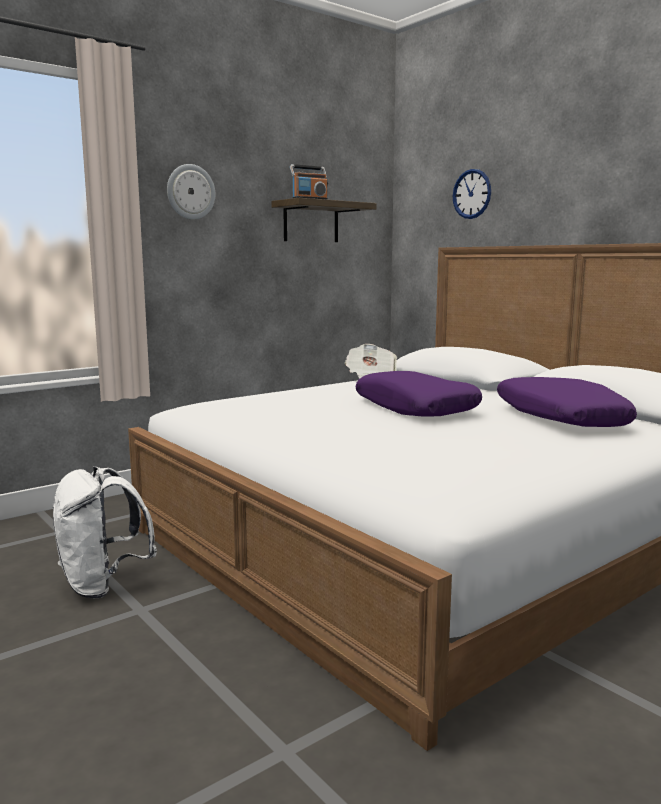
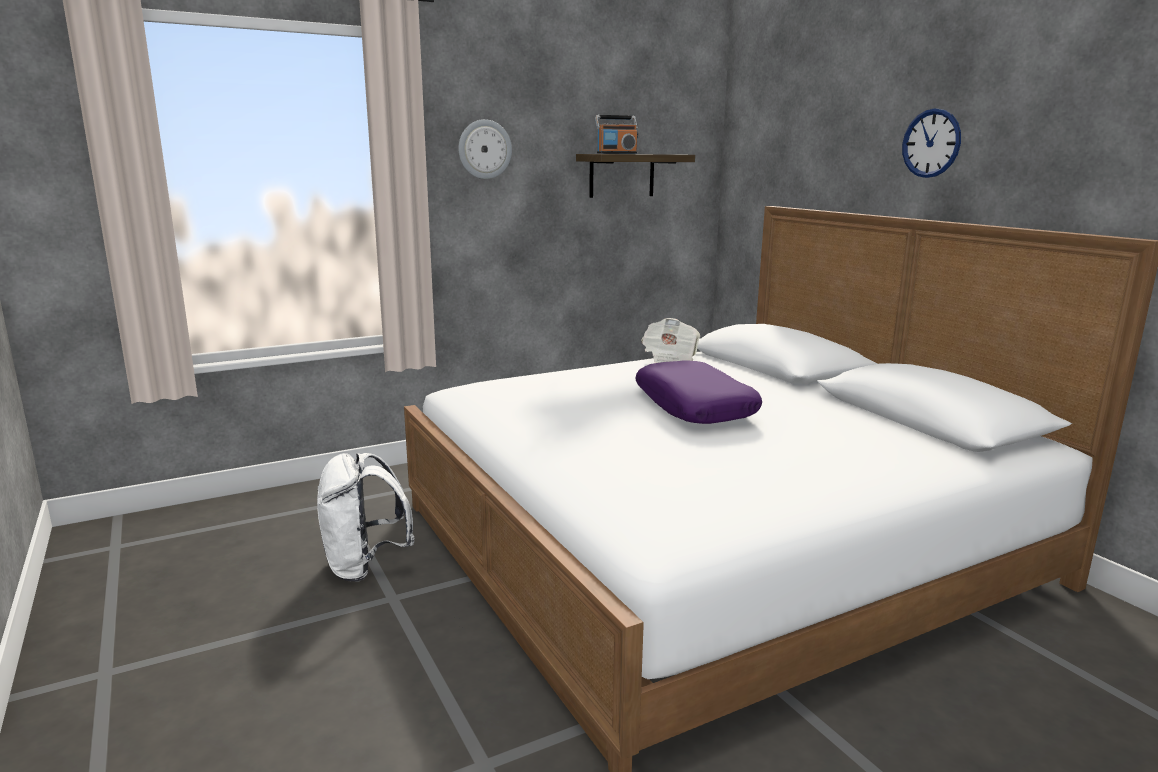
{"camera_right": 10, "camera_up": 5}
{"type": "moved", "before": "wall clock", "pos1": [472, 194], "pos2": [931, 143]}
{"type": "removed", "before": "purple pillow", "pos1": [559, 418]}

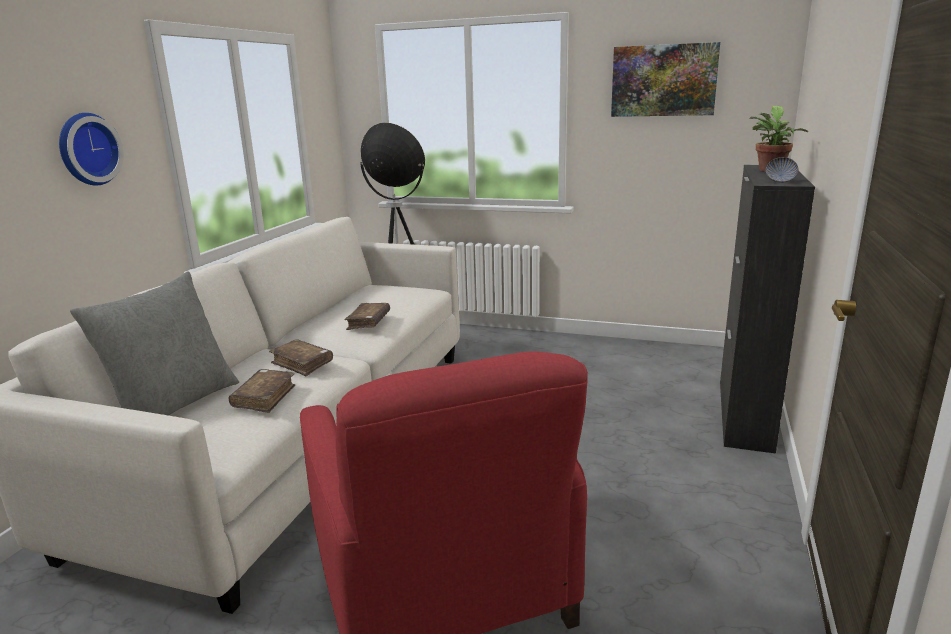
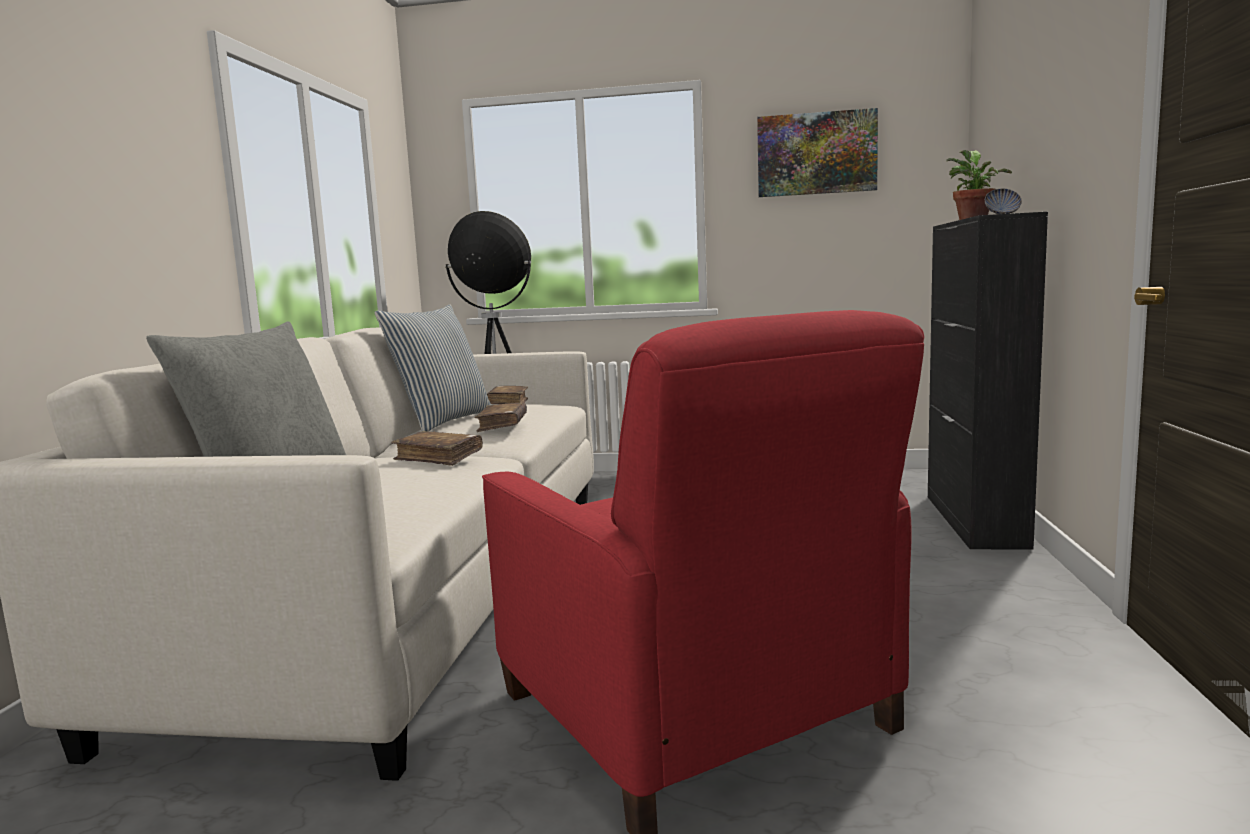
{"camera_right": -10, "camera_up": -10}
{"type": "removed", "before": "wall clock", "pos1": [86, 149]}
{"type": "moved", "before": "brown book", "pos1": [264, 398], "pos2": [508, 403]}
{"type": "added", "after": "pillow", "pos2": [442, 422]}

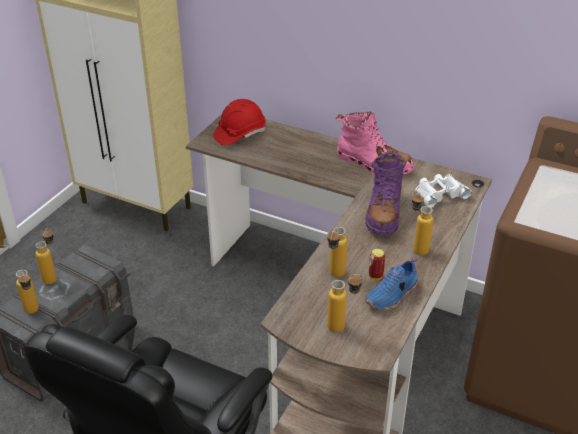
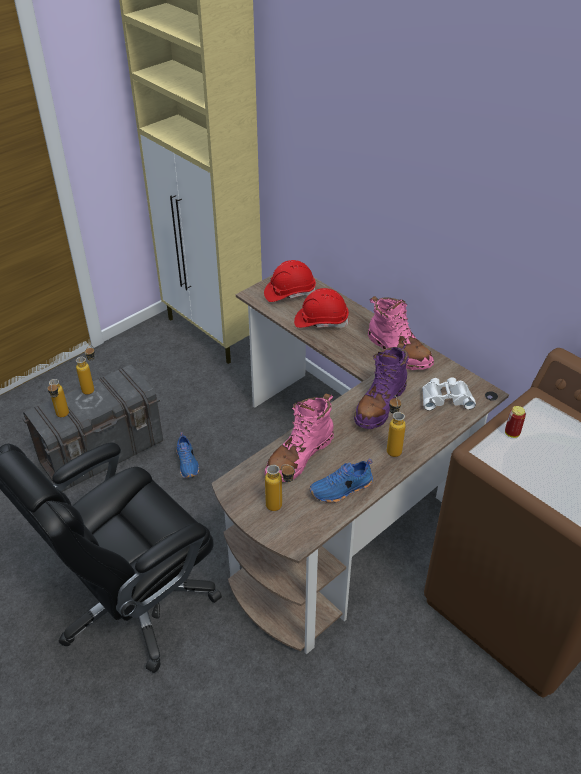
{"camera_right": 20, "camera_up": 5}
{"type": "replaced", "before": "bottle", "after": "pink boot", "pos1": [334, 276], "pos2": [299, 456]}
{"type": "moved", "before": "can", "pos1": [375, 276], "pos2": [512, 433]}
{"type": "added", "after": "blue shoe", "pos2": [188, 463]}
{"type": "added", "after": "red hard hat", "pos2": [321, 321]}

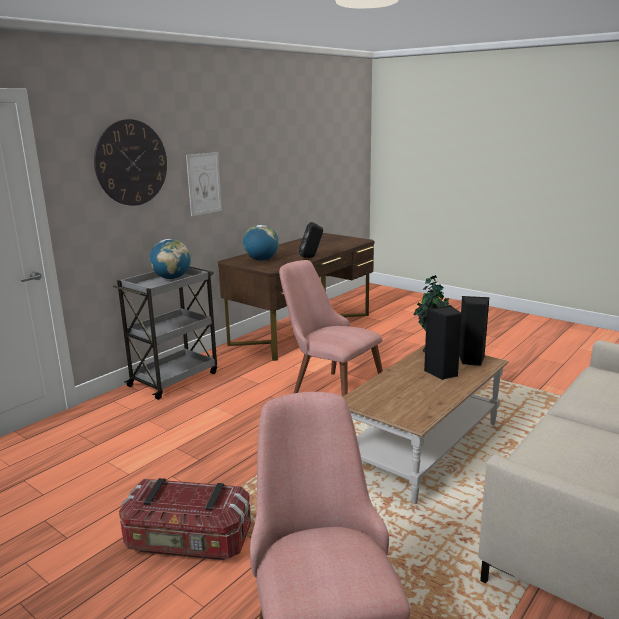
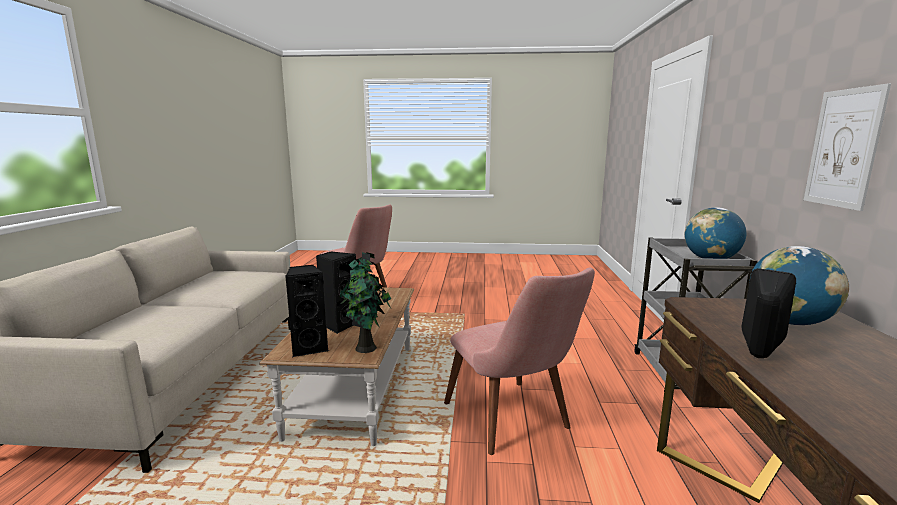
{"camera_right": 145, "camera_up": -5}
{"type": "removed", "before": "wall clock", "pos1": [131, 163]}
{"type": "removed", "before": "storage box", "pos1": [188, 542]}
{"type": "turned", "before": "pink chair", "pos1": [329, 389], "pos2": [515, 423], "turn": 60}

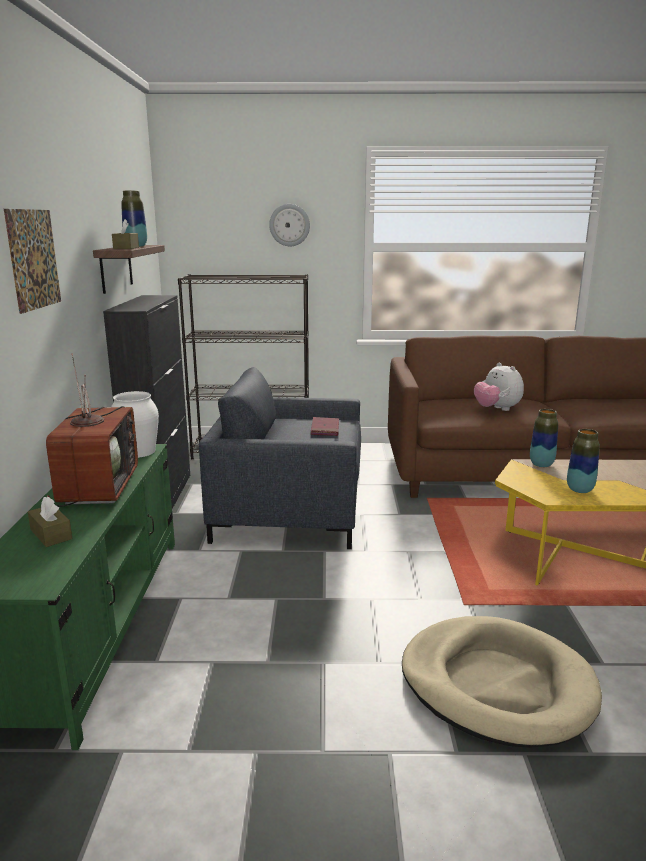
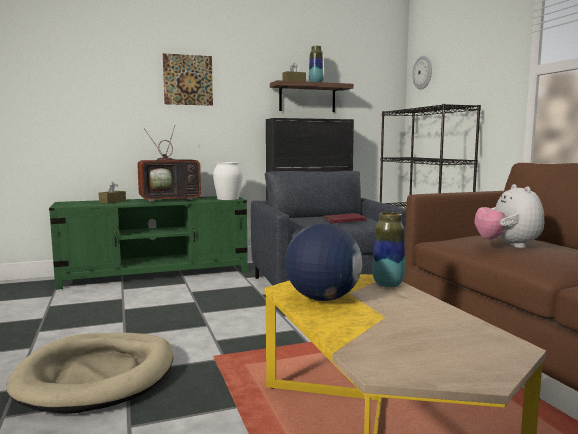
{"camera_right": 70, "camera_up": -10}
{"type": "moved", "before": "wall clock", "pos1": [289, 225], "pos2": [423, 72]}
{"type": "turned", "before": "plush toy", "pos1": [496, 409], "pos2": [507, 246], "turn": -45}
{"type": "replaced", "before": "vase", "after": "globe", "pos1": [579, 490], "pos2": [322, 299]}

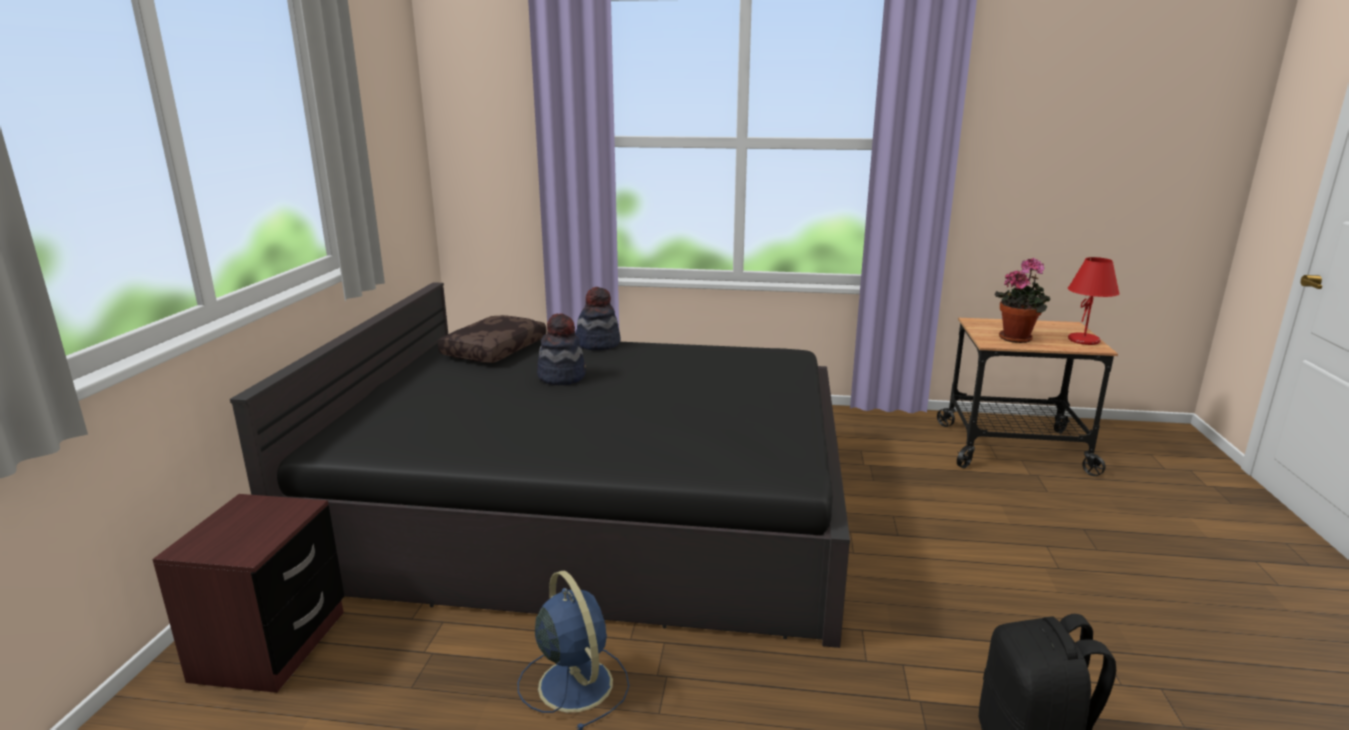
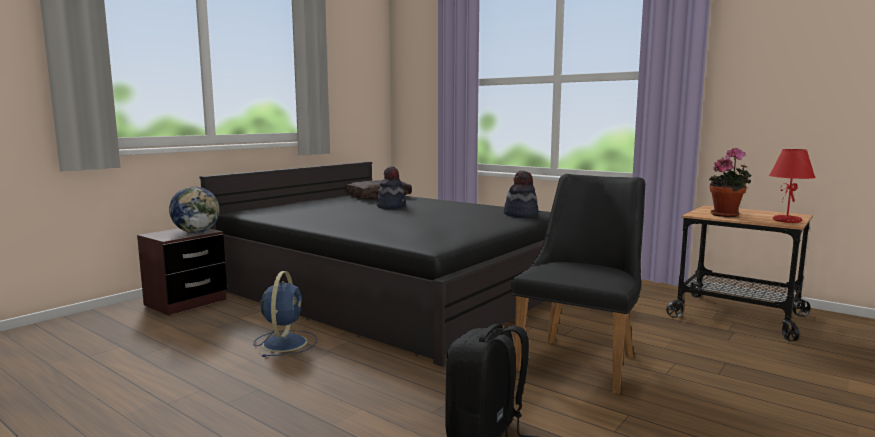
{"camera_right": 30, "camera_up": -10}
{"type": "moved", "before": "hat", "pos1": [597, 344], "pos2": [520, 214]}
{"type": "added", "after": "globe", "pos2": [196, 232]}
{"type": "added", "after": "black chair", "pos2": [581, 359]}

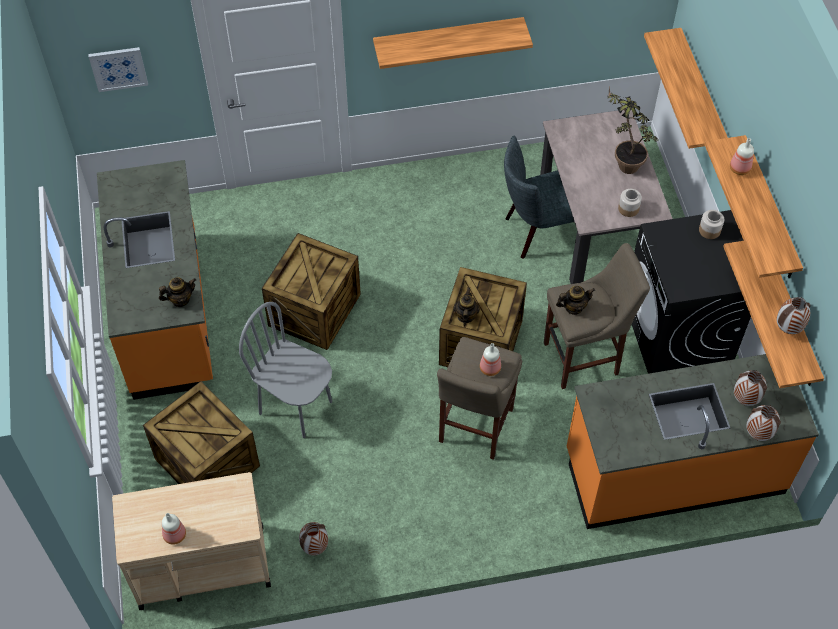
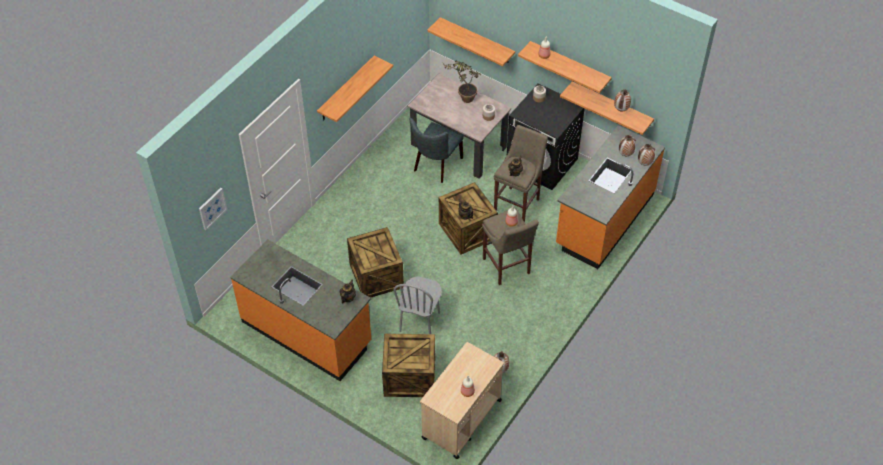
{"camera_right": -45, "camera_up": -5}
{"type": "turned", "before": "grey chair", "pos1": [296, 407], "pos2": [420, 322], "turn": -60}

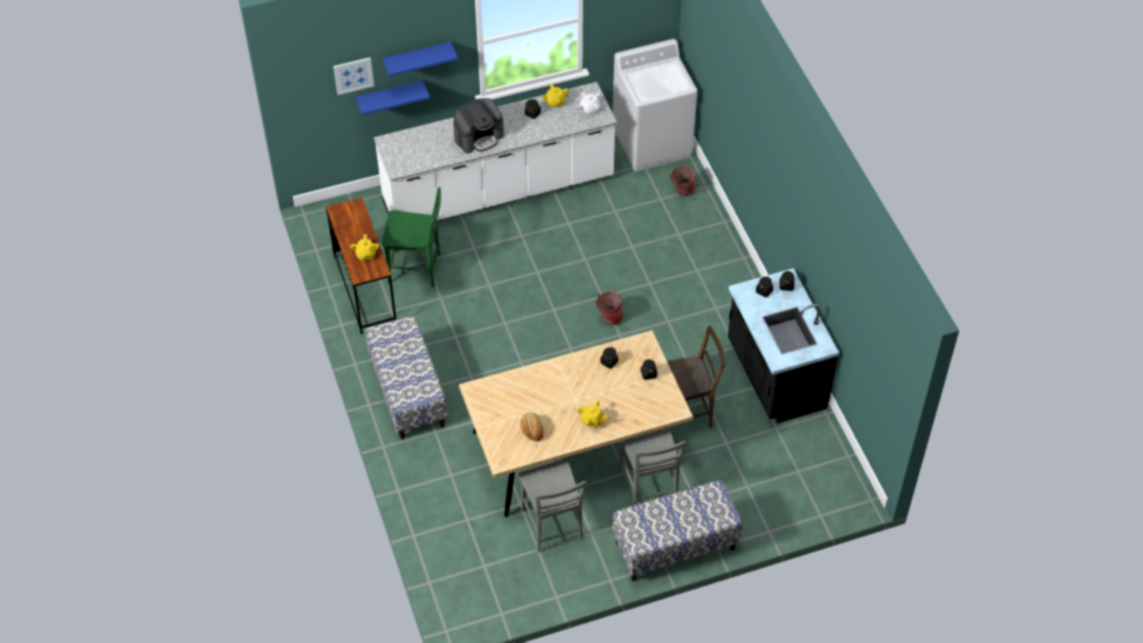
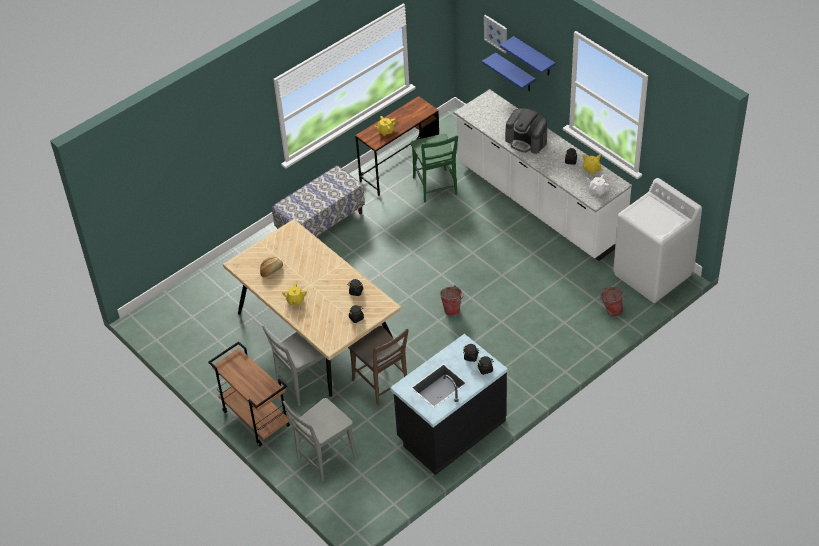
{"camera_right": 70, "camera_up": -5}
{"type": "moved", "before": "grey chair", "pos1": [553, 527], "pos2": [323, 458]}
{"type": "replaced", "before": "bench", "after": "brown cart", "pos1": [675, 546], "pos2": [255, 418]}

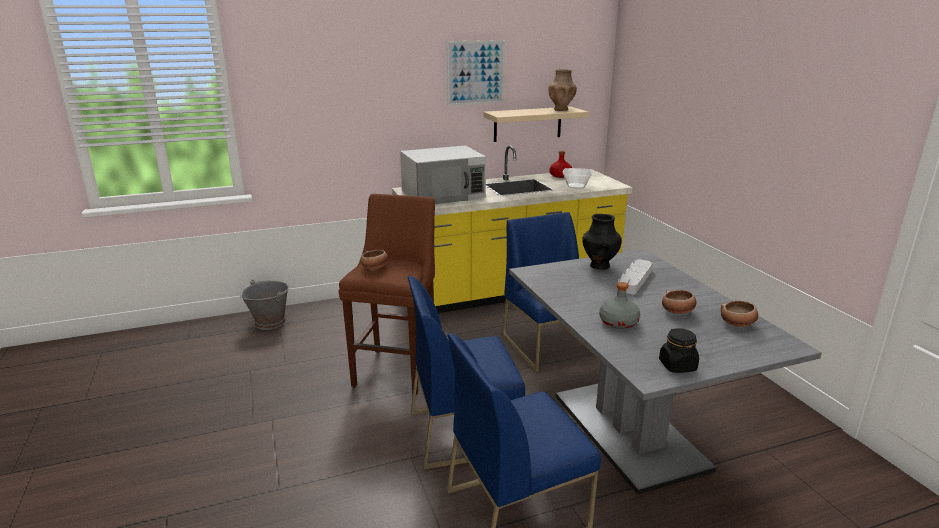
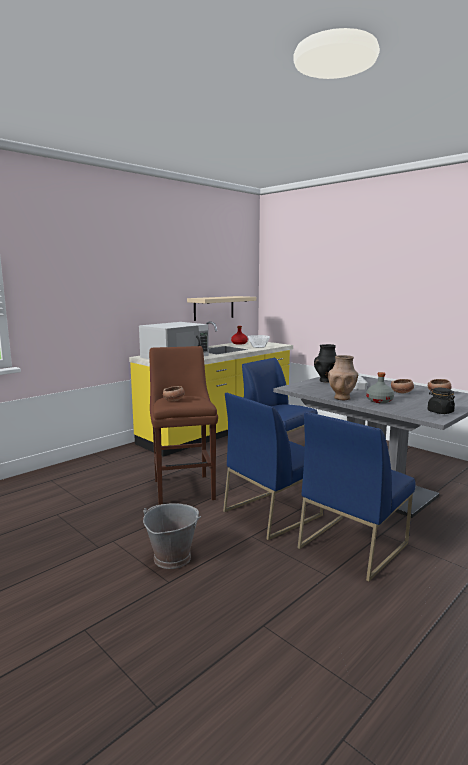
{"camera_right": -25, "camera_up": -10}
{"type": "moved", "before": "grey bucket", "pos1": [270, 322], "pos2": [172, 557]}
{"type": "removed", "before": "picture", "pos1": [476, 72]}
{"type": "moved", "before": "brown vase", "pos1": [561, 109], "pos2": [342, 398]}

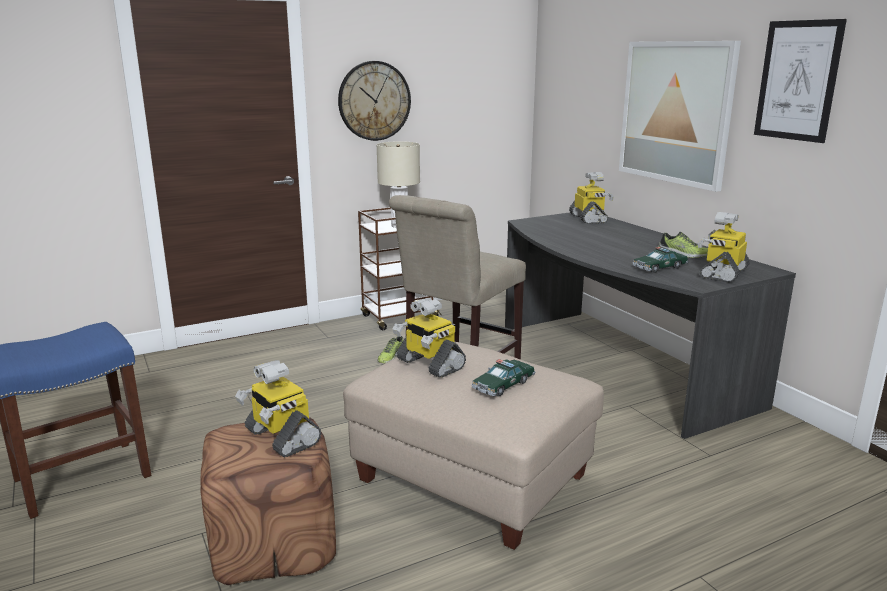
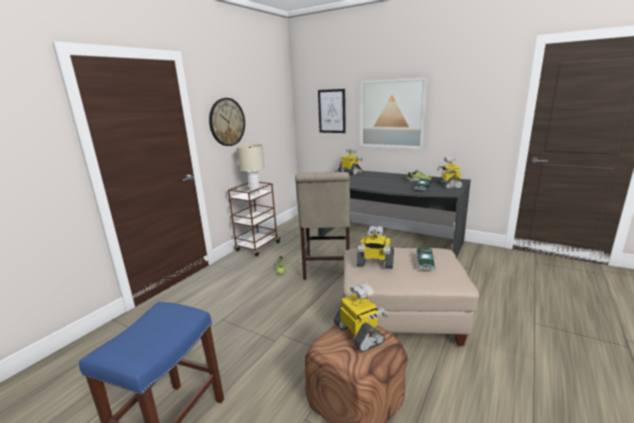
{"camera_right": -30, "camera_up": 0}
{"type": "turned", "before": "toy robot", "pos1": [281, 437], "pos2": [359, 334], "turn": -135}
{"type": "moved", "before": "picture", "pos1": [797, 81], "pos2": [331, 111]}

